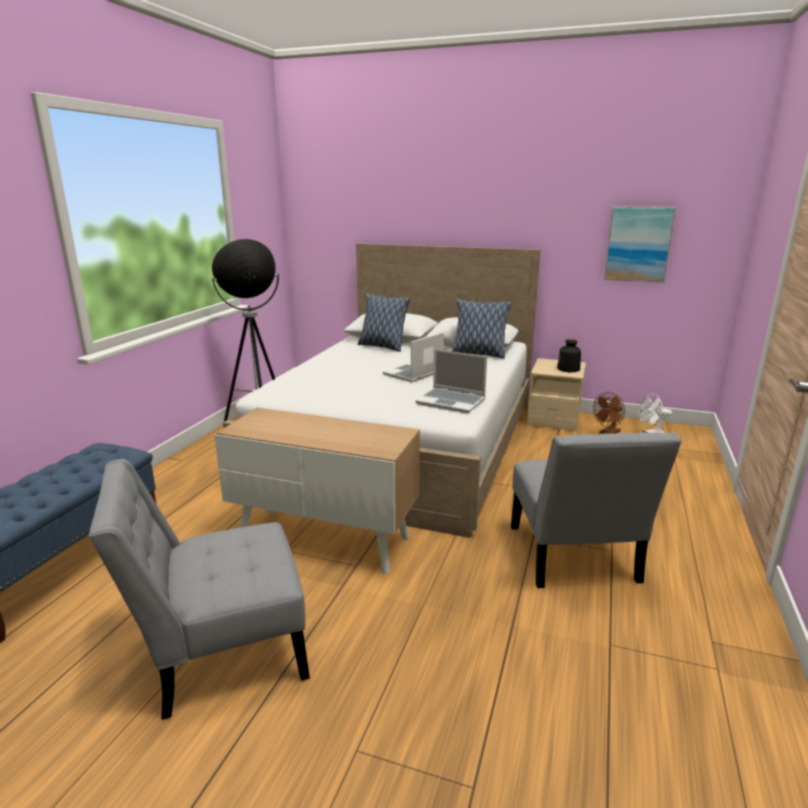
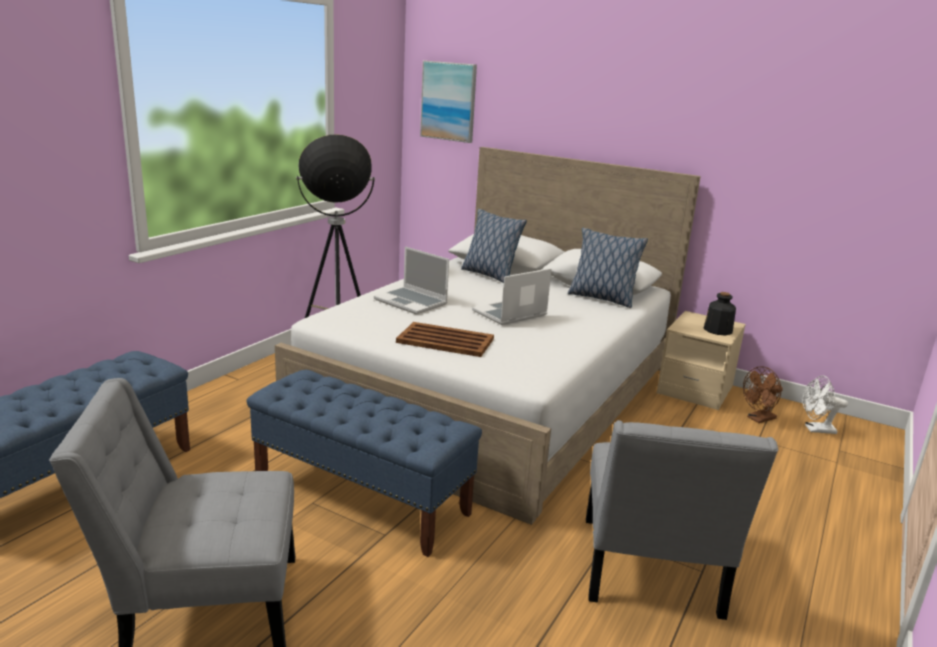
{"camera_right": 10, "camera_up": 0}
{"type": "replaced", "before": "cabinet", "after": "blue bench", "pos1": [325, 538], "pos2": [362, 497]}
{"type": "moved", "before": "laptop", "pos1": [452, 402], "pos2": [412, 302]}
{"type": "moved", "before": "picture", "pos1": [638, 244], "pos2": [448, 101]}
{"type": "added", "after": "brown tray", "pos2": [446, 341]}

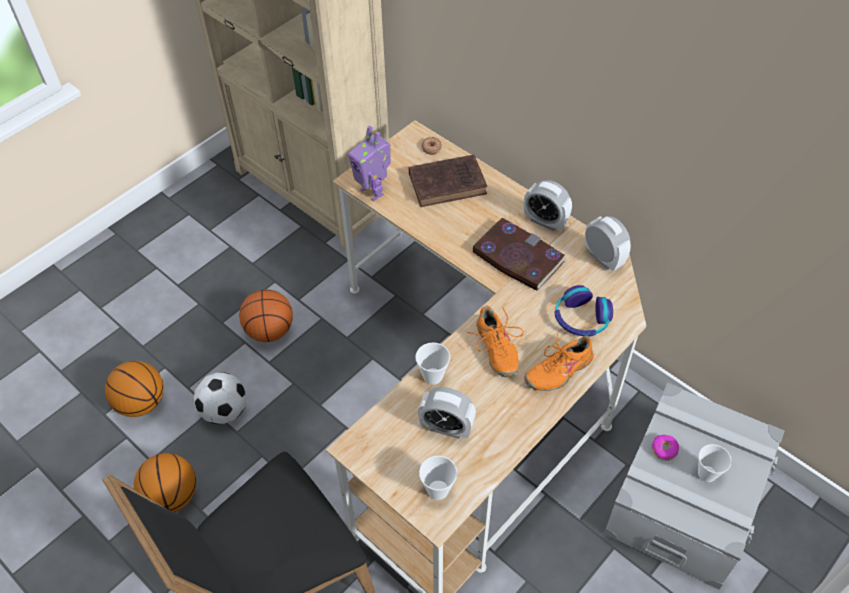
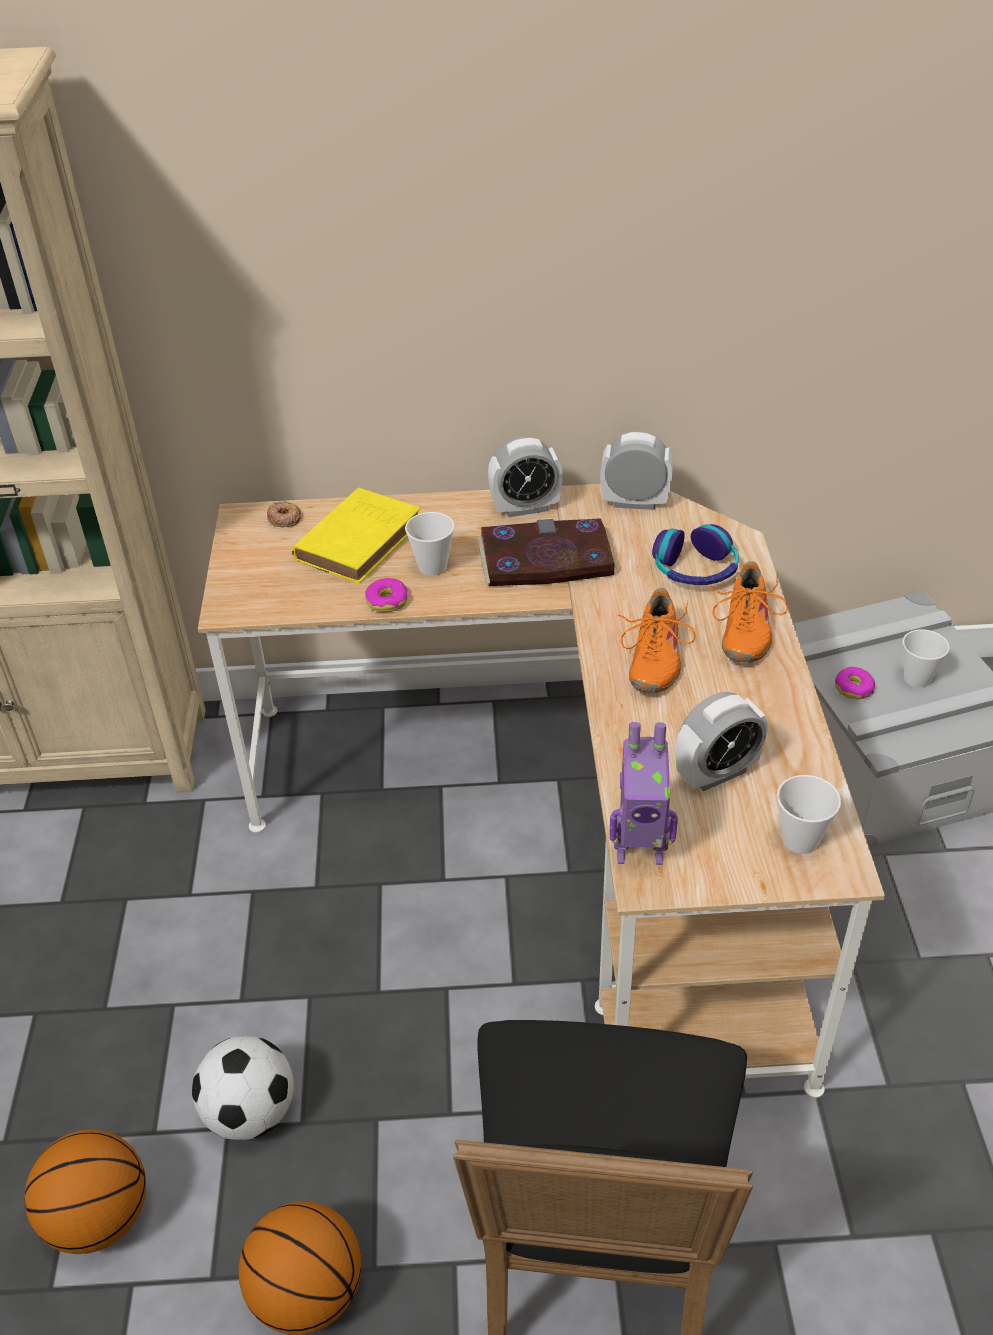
{"camera_right": -45, "camera_up": -10}
{"type": "removed", "before": "basketball", "pos1": [270, 331]}
{"type": "moved", "before": "toy robot", "pos1": [373, 191], "pos2": [639, 850]}
{"type": "recoloured", "before": "brown book", "after": "yellow book", "pos1": [449, 183], "pos2": [360, 539]}
{"type": "moved", "before": "cup", "pos1": [433, 376], "pos2": [432, 567]}
{"type": "turned", "before": "orange shoe", "pos1": [496, 349], "pos2": [653, 659], "turn": 75}
{"type": "added", "after": "donut", "pos2": [387, 601]}

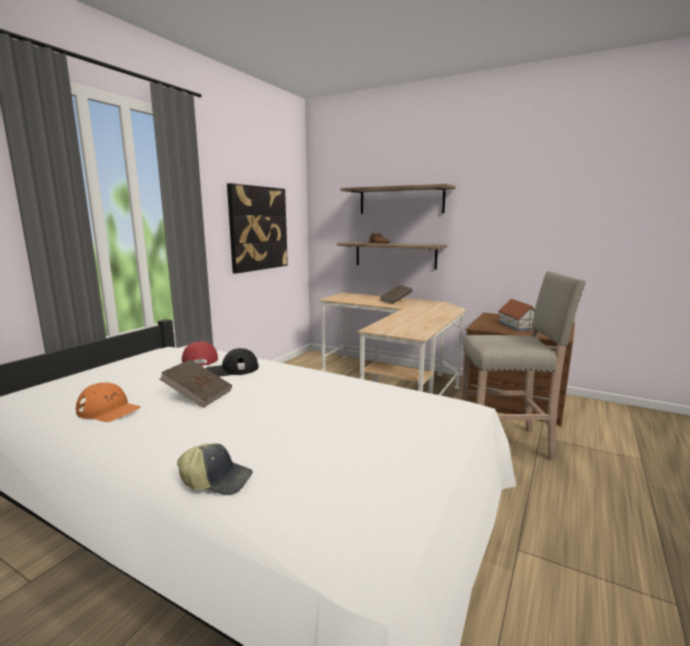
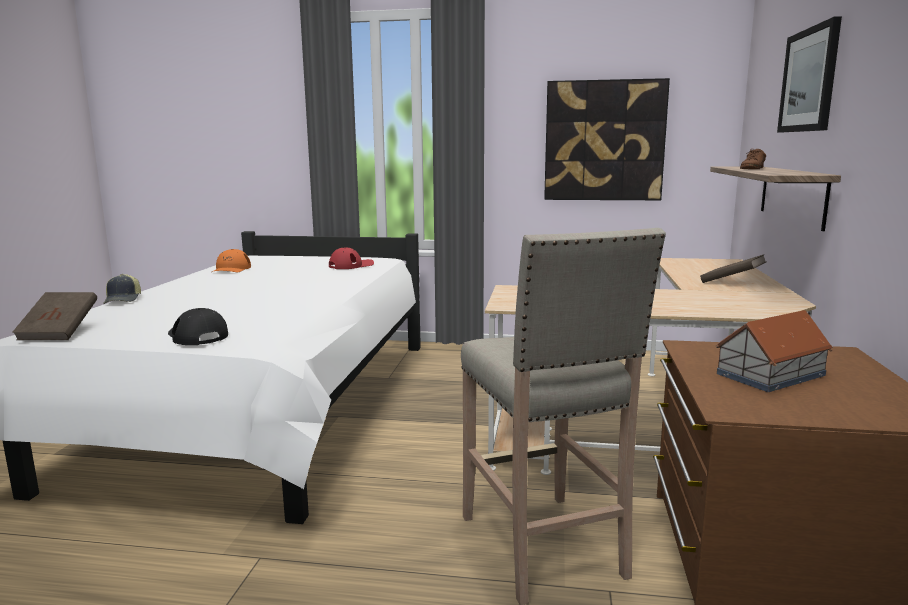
{"camera_right": 70, "camera_up": 0}
{"type": "moved", "before": "brown book", "pos1": [198, 395], "pos2": [60, 332]}
{"type": "moved", "before": "black cap", "pos1": [232, 369], "pos2": [197, 335]}
{"type": "replaced", "before": "shelf", "after": "picture", "pos1": [401, 200], "pos2": [809, 80]}

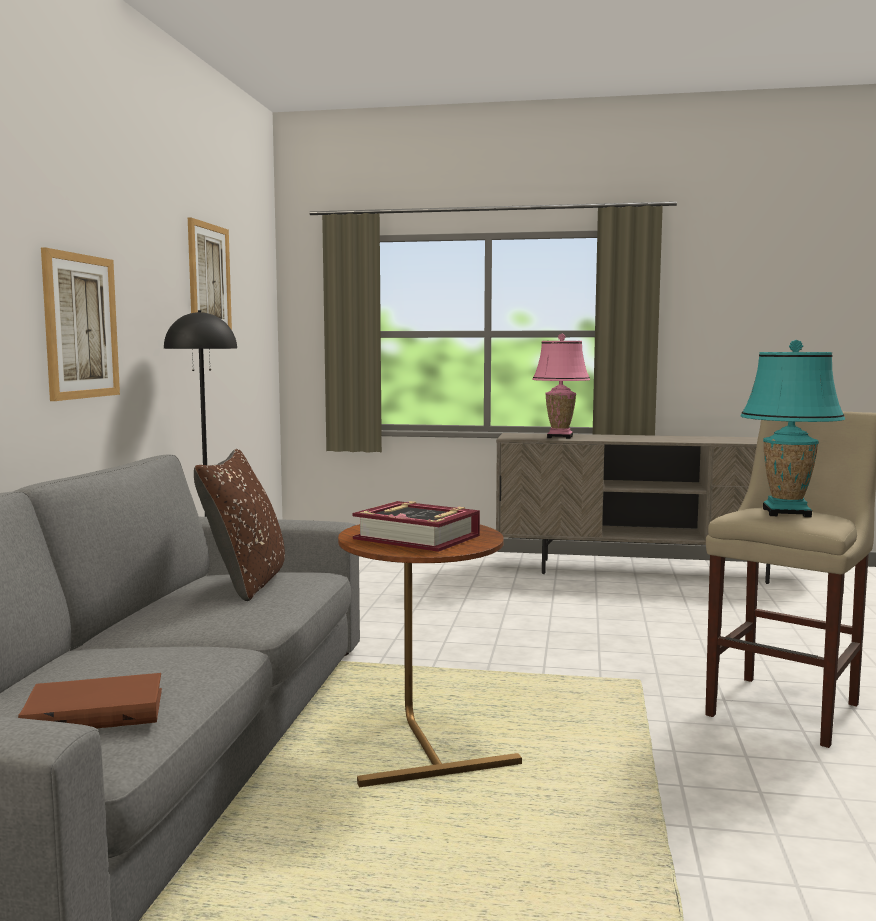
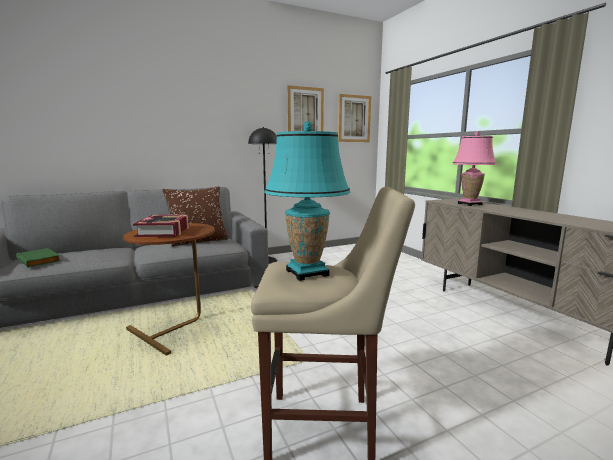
{"camera_right": 55, "camera_up": 5}
{"type": "recoloured", "before": "brown book", "after": "green book", "pos1": [96, 710], "pos2": [40, 260]}
{"type": "moved", "before": "picture", "pos1": [81, 326], "pos2": [354, 118]}

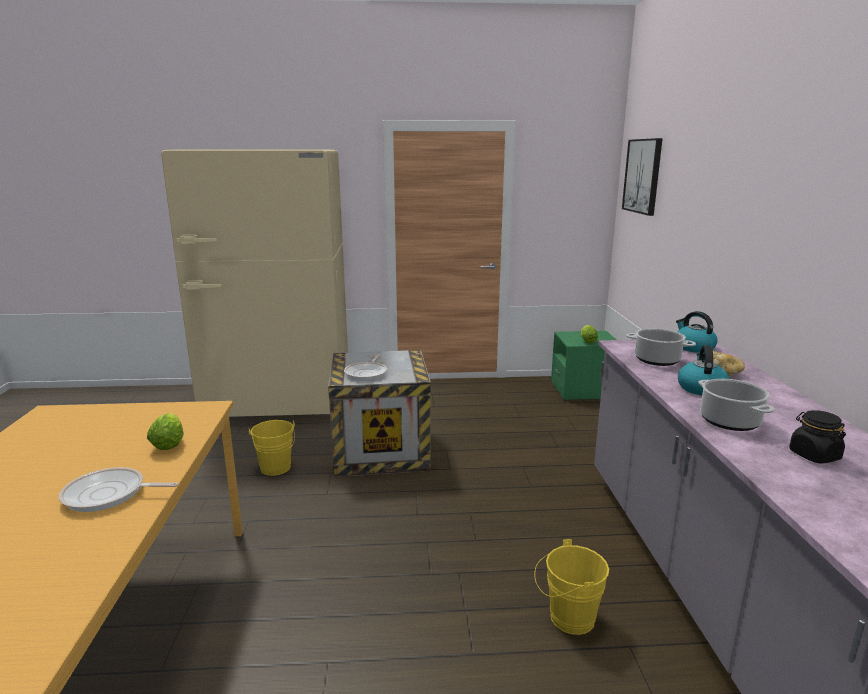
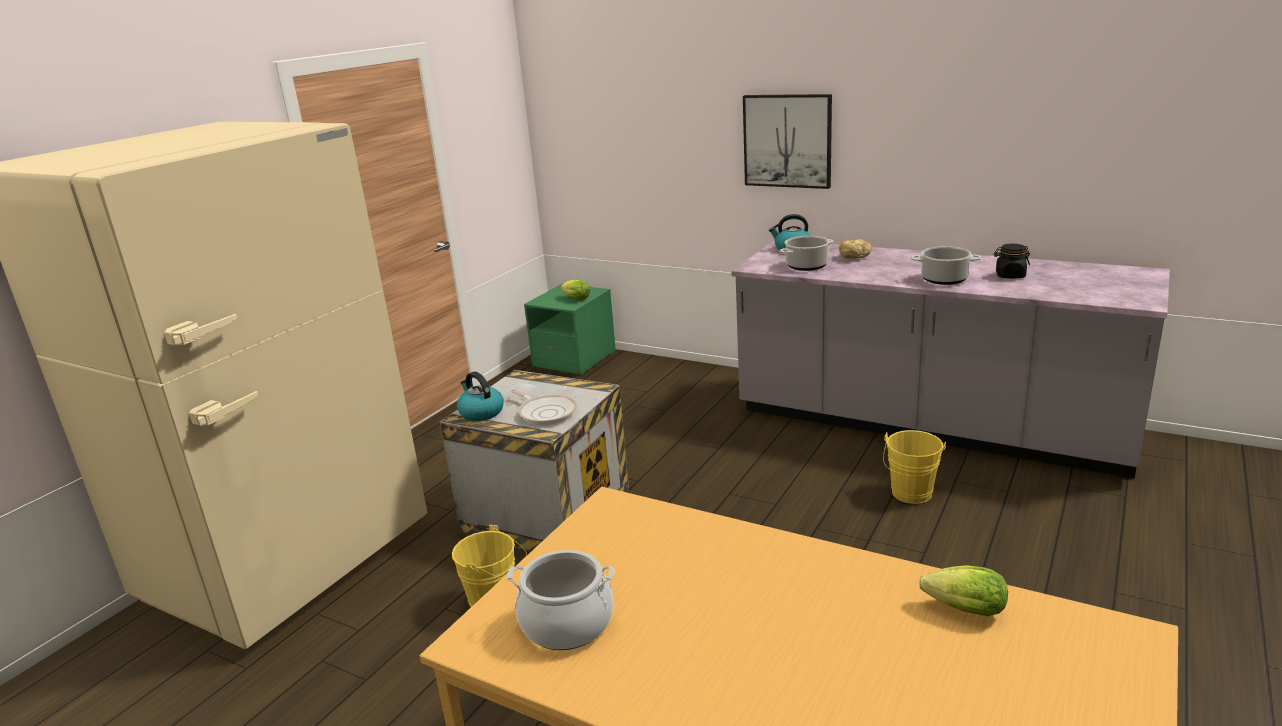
{"camera_right": -55, "camera_up": 5}
{"type": "removed", "before": "frying pan", "pos1": [108, 495]}
{"type": "moved", "before": "lettuce", "pos1": [169, 443], "pos2": [960, 609]}
{"type": "moved", "before": "picture", "pos1": [643, 176], "pos2": [787, 141]}
{"type": "moved", "before": "kettle", "pos1": [701, 388], "pos2": [481, 412]}
{"type": "added", "after": "cooking pot", "pos2": [567, 623]}

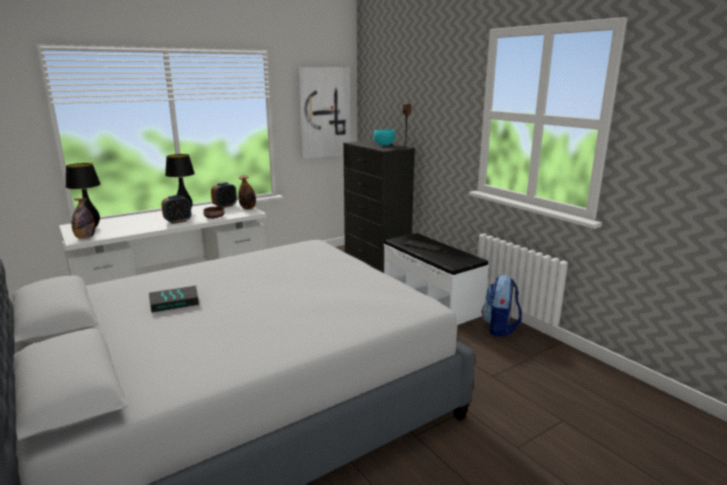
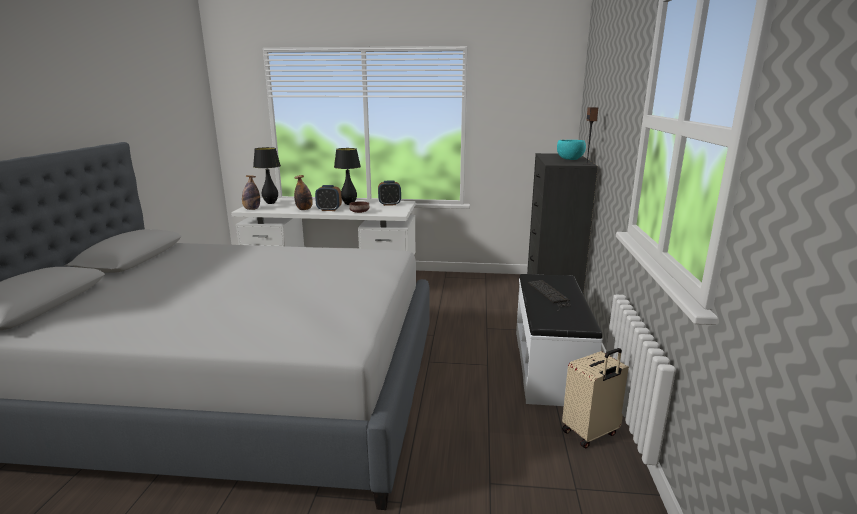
{"camera_right": 40, "camera_up": 0}
{"type": "removed", "before": "book", "pos1": [175, 302]}
{"type": "moved", "before": "bottle", "pos1": [248, 208], "pos2": [304, 209]}
{"type": "removed", "before": "picture", "pos1": [324, 113]}
{"type": "replaced", "before": "backpack", "after": "beige suitcase", "pos1": [500, 328], "pos2": [590, 433]}

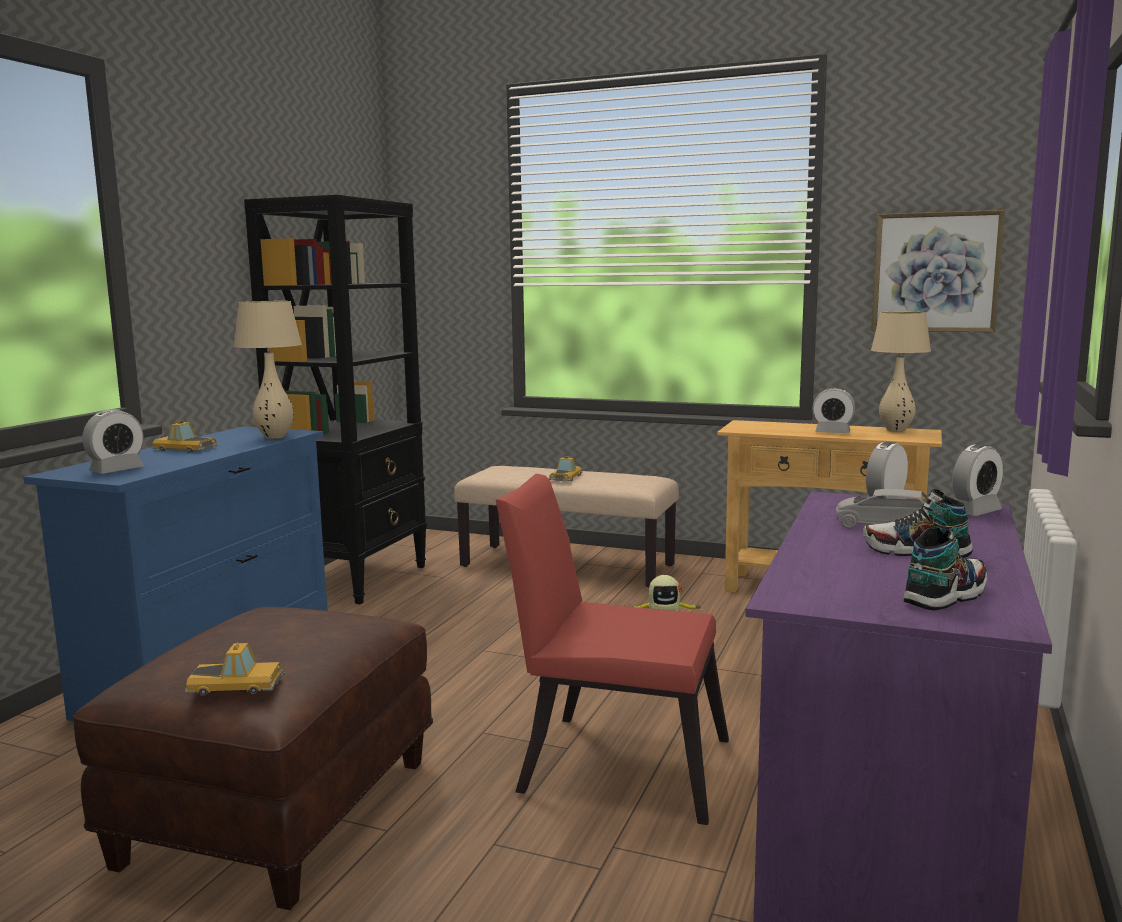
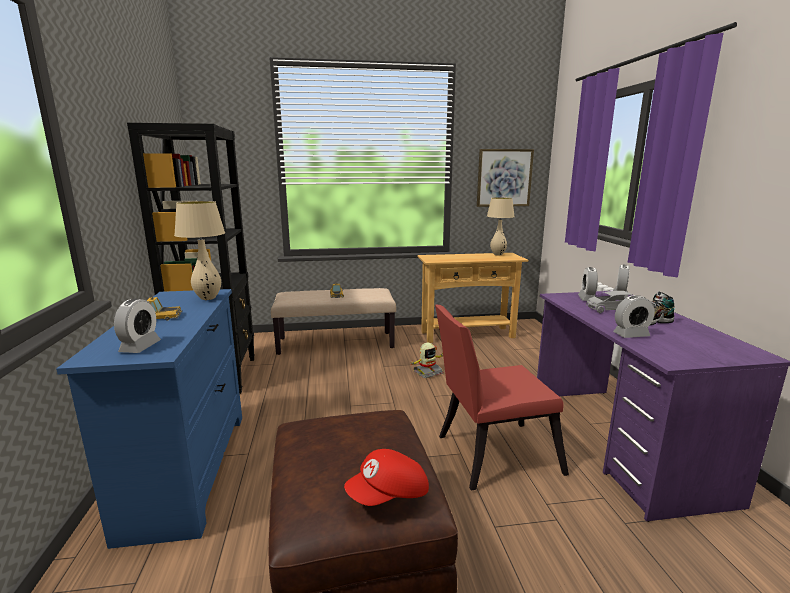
{"camera_right": -30, "camera_up": 5}
{"type": "replaced", "before": "toy car", "after": "red cap", "pos1": [237, 685], "pos2": [389, 495]}
{"type": "moved", "before": "alarm clock", "pos1": [832, 432], "pos2": [631, 335]}
{"type": "removed", "before": "shoe", "pos1": [945, 596]}

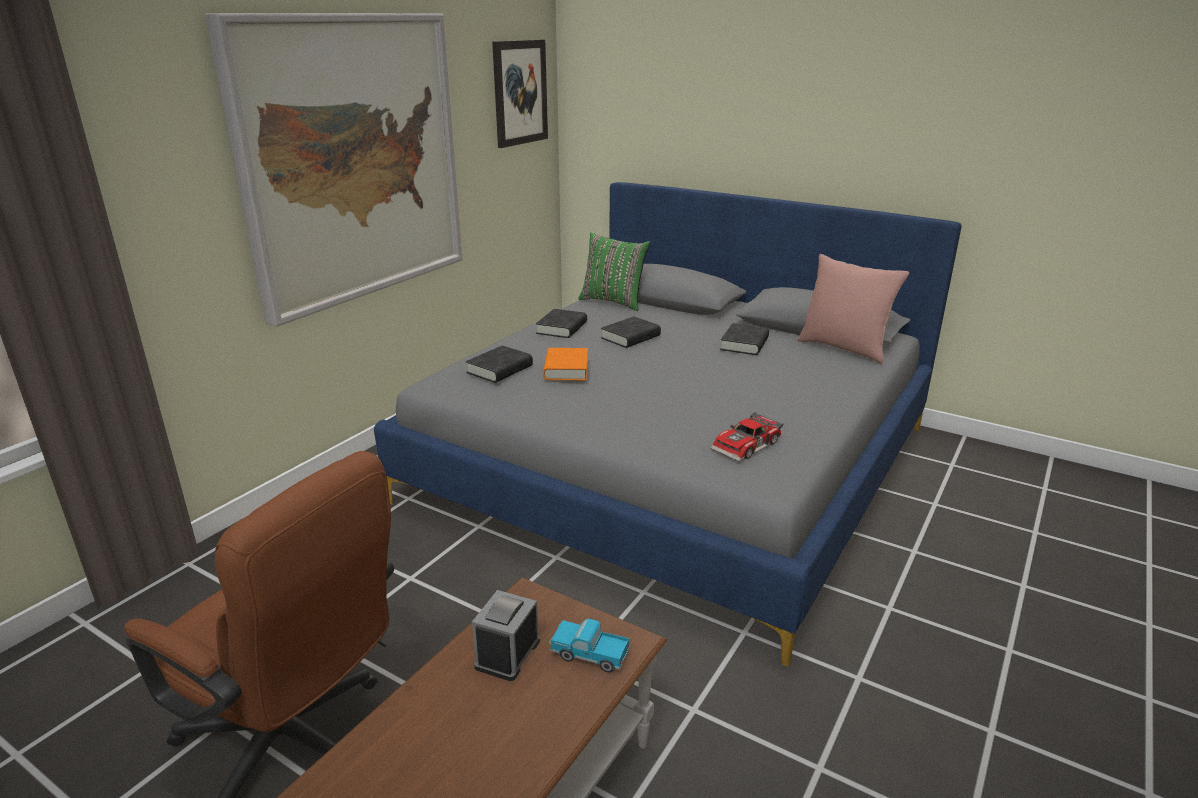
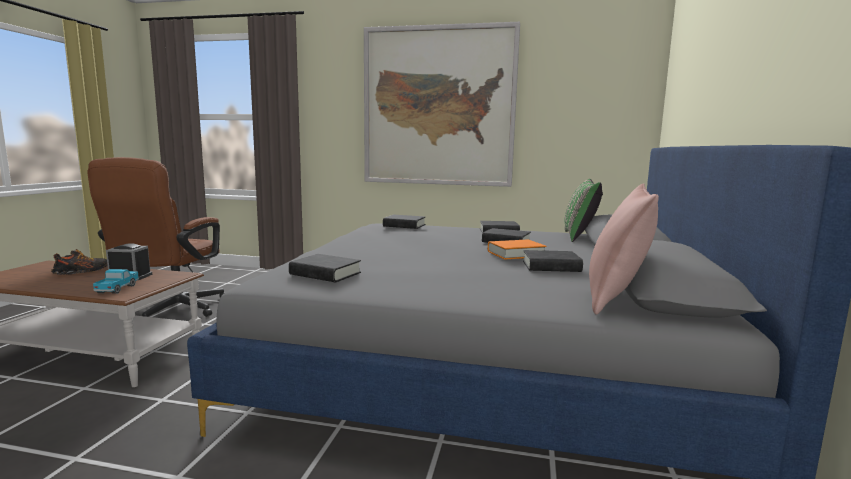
{"camera_right": 70, "camera_up": -15}
{"type": "removed", "before": "picture", "pos1": [520, 93]}
{"type": "moved", "before": "orange book", "pos1": [566, 369], "pos2": [516, 254]}
{"type": "replaced", "before": "toy car", "after": "black book", "pos1": [748, 446], "pos2": [325, 274]}
{"type": "added", "after": "shoe", "pos2": [82, 271]}

